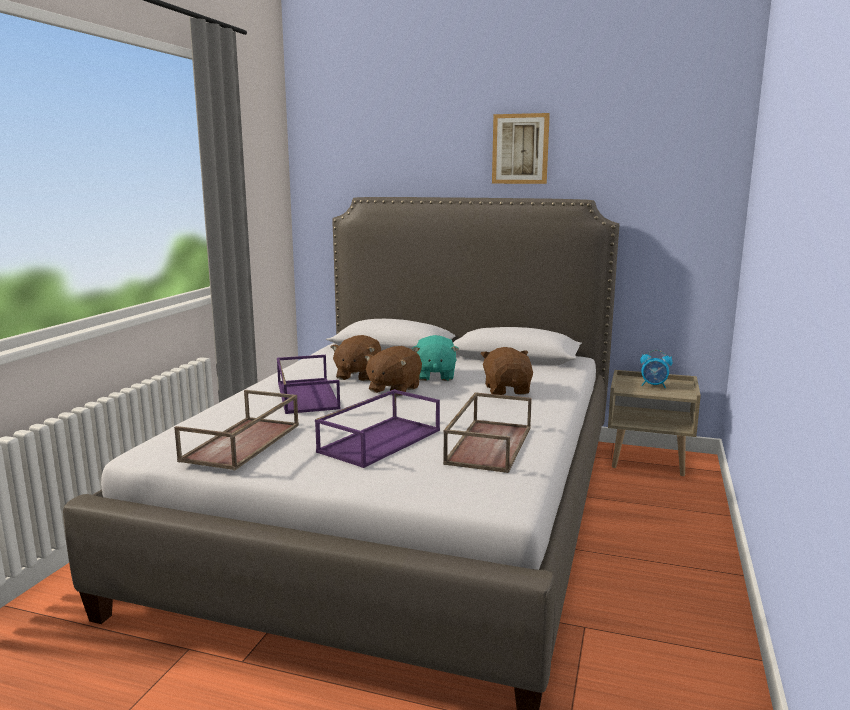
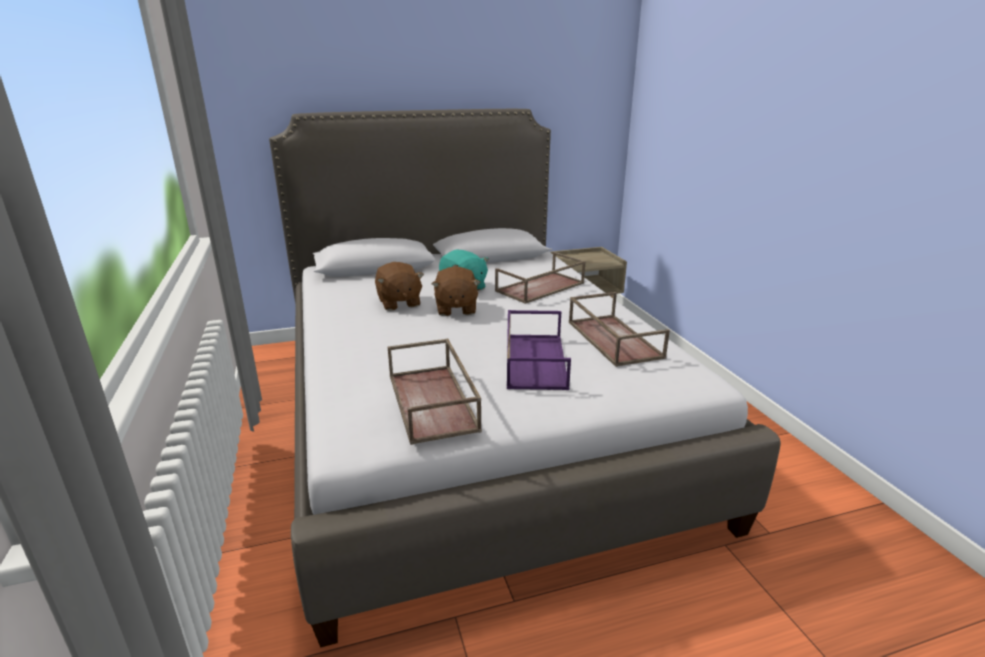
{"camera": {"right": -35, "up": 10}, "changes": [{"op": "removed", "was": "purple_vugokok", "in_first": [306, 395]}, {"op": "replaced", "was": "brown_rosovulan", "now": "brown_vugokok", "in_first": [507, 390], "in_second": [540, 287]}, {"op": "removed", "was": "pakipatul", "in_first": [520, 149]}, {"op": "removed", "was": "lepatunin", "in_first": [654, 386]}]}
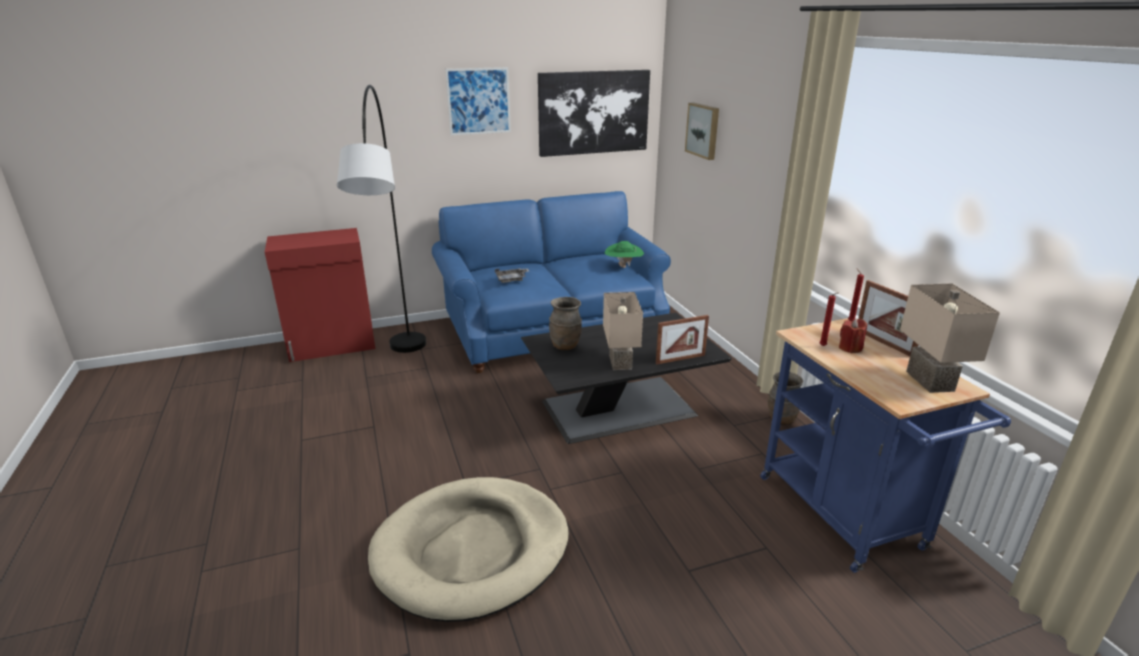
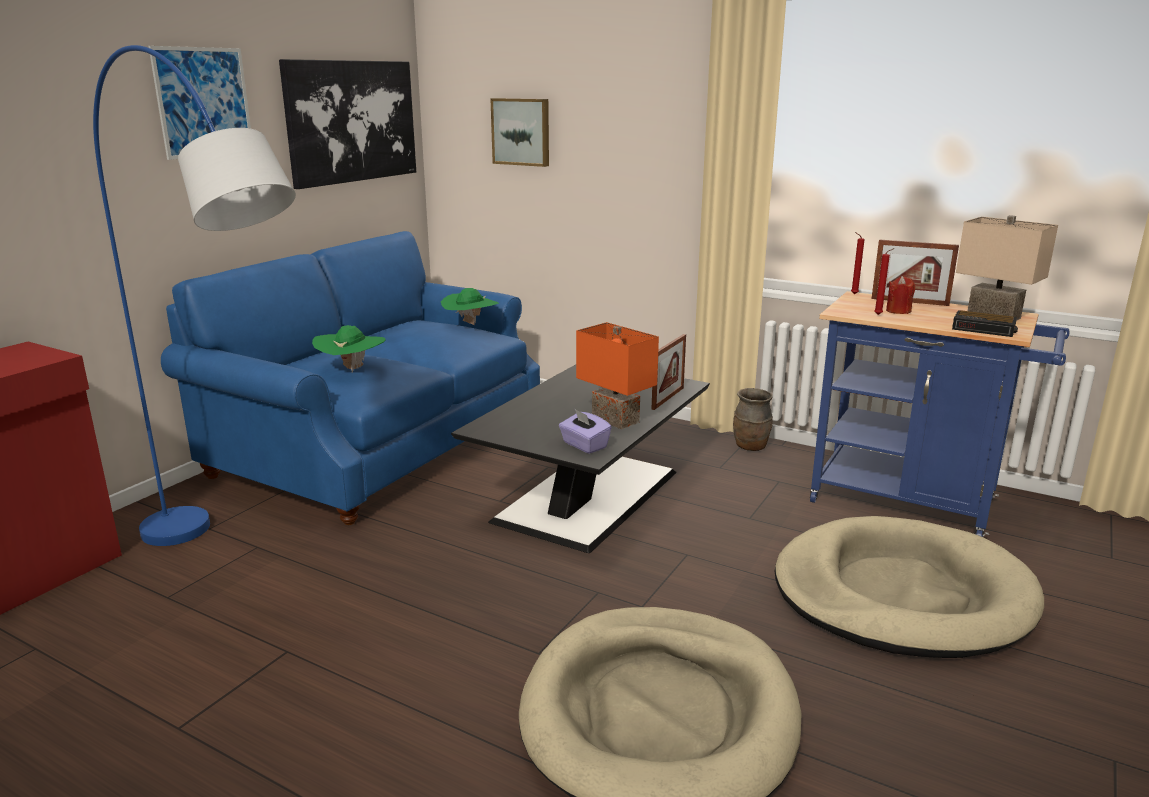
{"camera": {"right": -40, "up": -5}, "changes": [{"op": "recoloured", "was": "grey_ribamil", "now": "blue_ribamil", "in_first": [403, 377], "in_second": [237, 573]}, {"op": "replaced", "was": "grey_vugokok", "now": "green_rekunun", "in_first": [511, 280], "in_second": [352, 369]}, {"op": "removed", "was": "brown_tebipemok", "in_first": [565, 346]}, {"op": "recoloured", "was": "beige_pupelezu", "now": "orange_pupelezu", "in_first": [618, 362], "in_second": [613, 420]}, {"op": "added", "now": "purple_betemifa", "in_second": [584, 445]}, {"op": "added", "now": "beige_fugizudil", "in_second": [901, 594]}, {"op": "added", "now": "lepatunin", "in_second": [985, 329]}]}
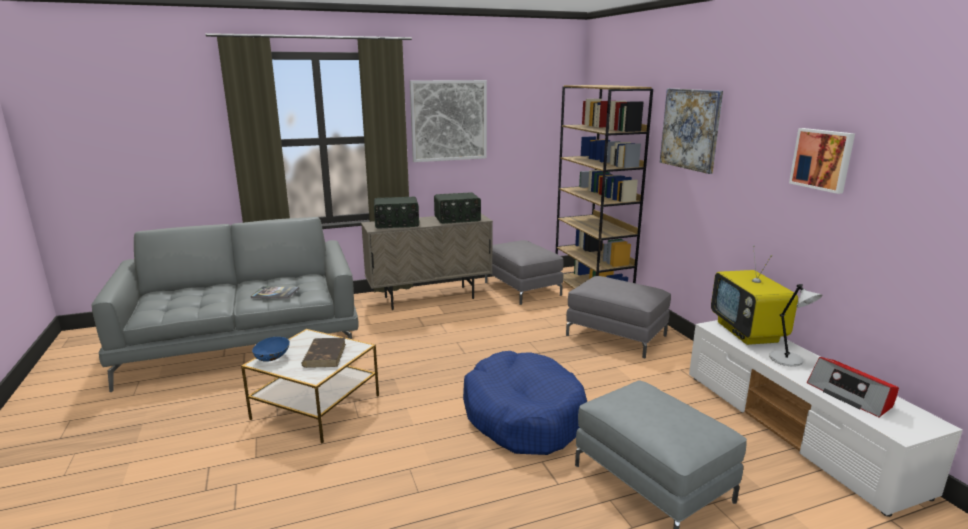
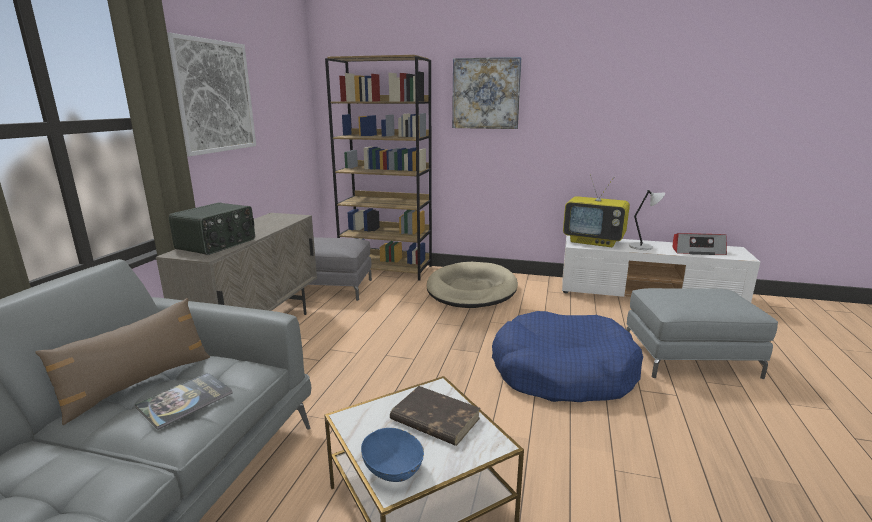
{"camera": {"right": -55, "up": 0}, "changes": [{"op": "removed", "was": "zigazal", "in_first": [457, 219]}, {"op": "replaced", "was": "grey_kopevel", "now": "beige_fugizudil", "in_first": [616, 335], "in_second": [471, 289]}, {"op": "removed", "was": "pakipatul", "in_first": [822, 159]}, {"op": "added", "now": "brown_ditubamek", "in_second": [138, 383]}]}
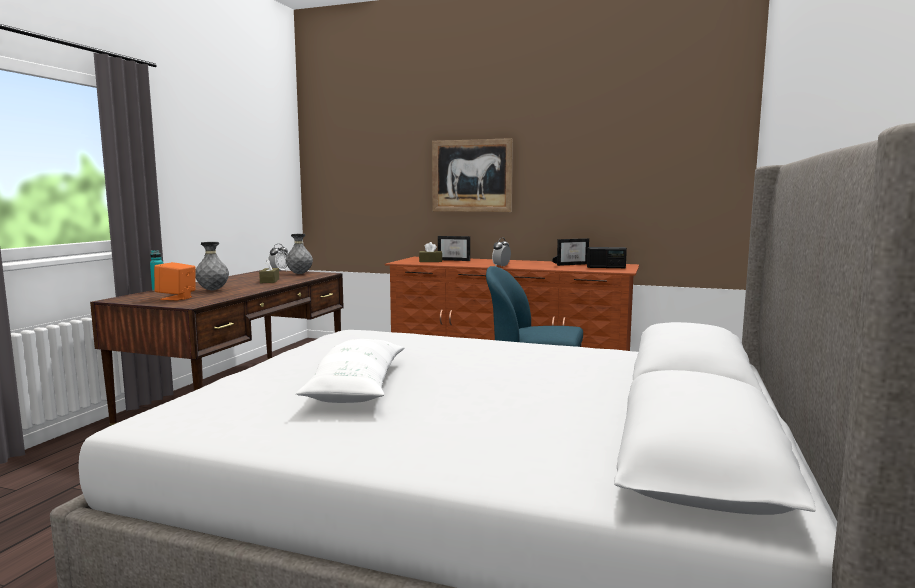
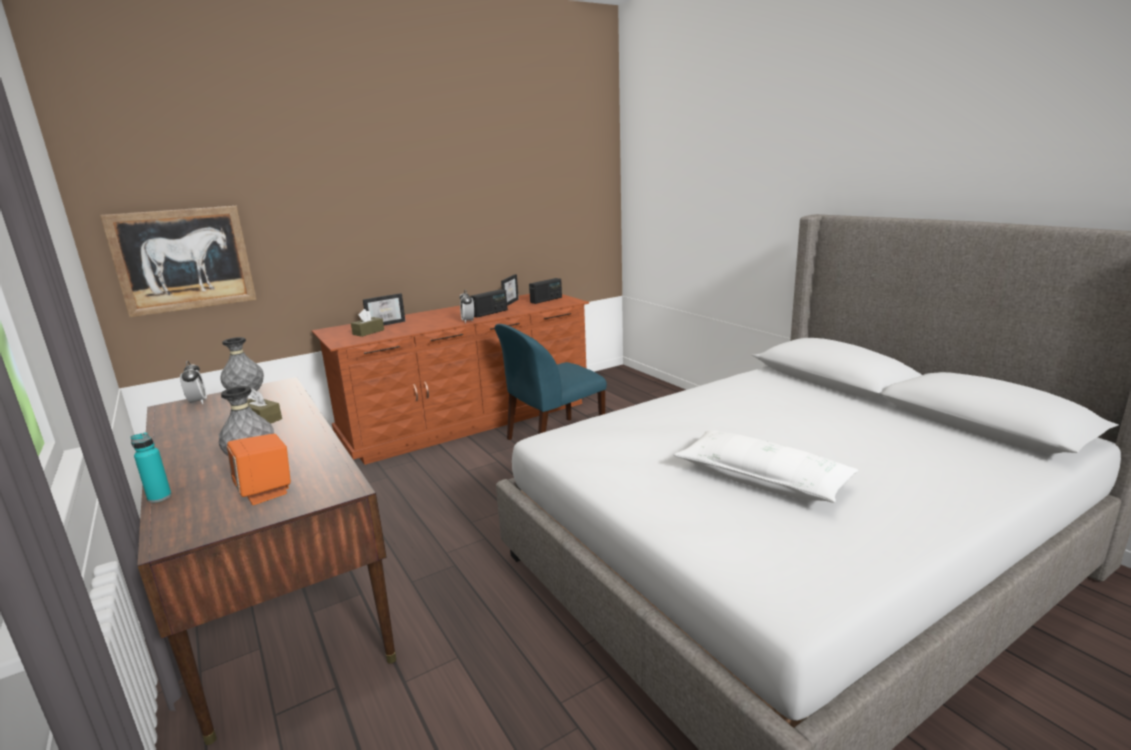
{"camera": {"right": -50, "up": 10}, "changes": [{"op": "moved", "was": "pakipatul", "in_first": [472, 176], "in_second": [183, 260]}, {"op": "added", "now": "zigazal", "in_second": [490, 313]}]}
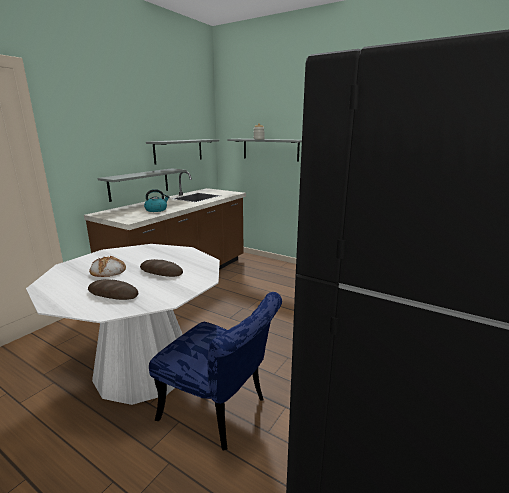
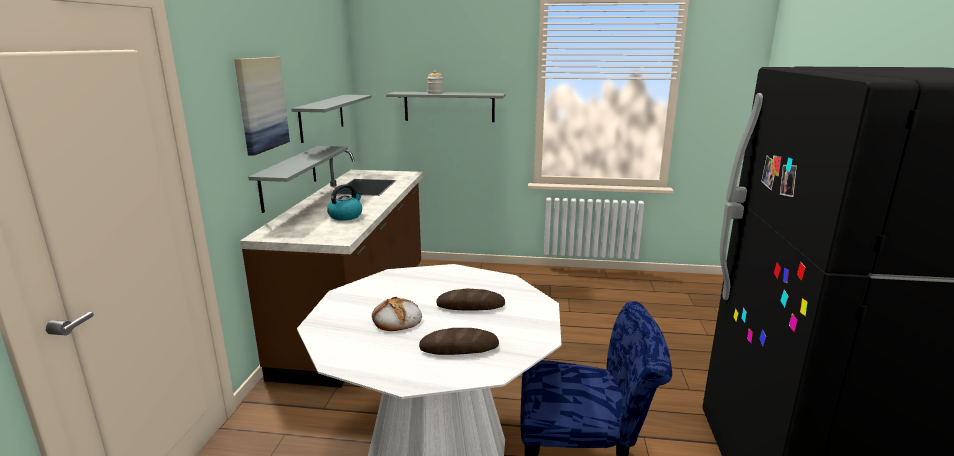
{"camera": {"right": -25, "up": 0}, "changes": [{"op": "added", "now": "pakipatul", "in_second": [261, 104]}]}
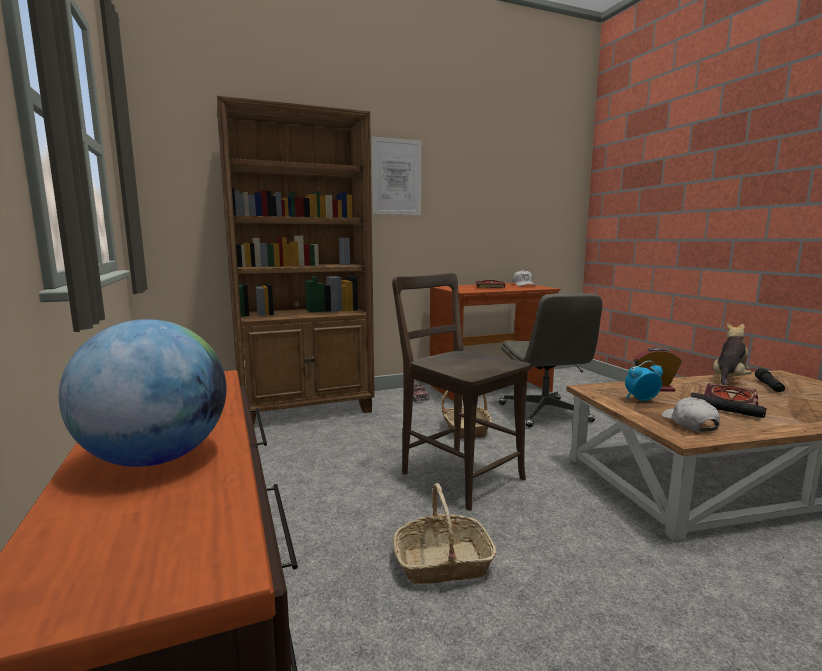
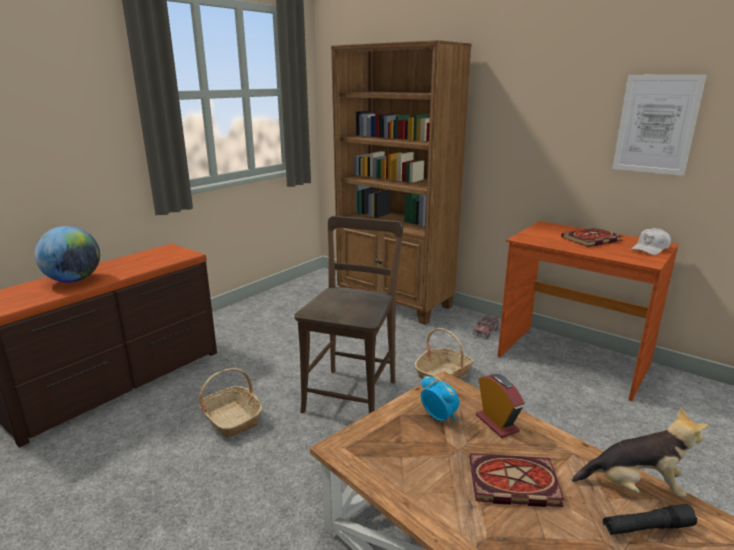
{"camera": {"right": 60, "up": 10}, "changes": [{"op": "moved", "was": "pakipatul", "in_first": [396, 177], "in_second": [656, 124]}, {"op": "removed", "was": "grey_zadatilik", "in_first": [545, 413]}, {"op": "removed", "was": "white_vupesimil", "in_first": [689, 423]}, {"op": "removed", "was": "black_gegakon", "in_first": [725, 412]}]}
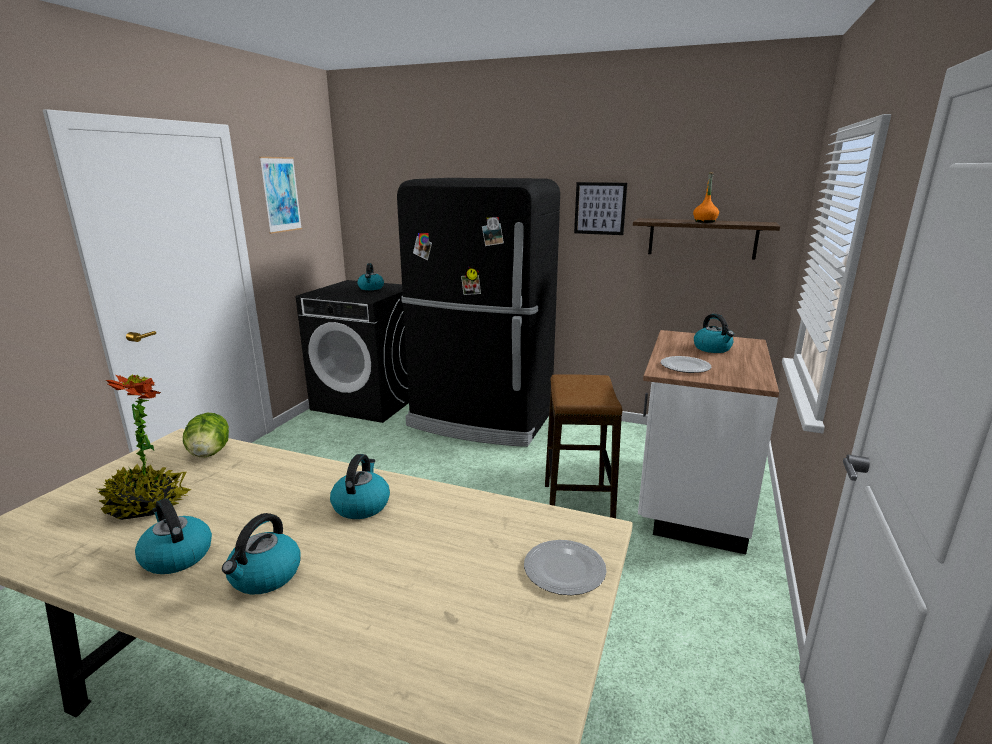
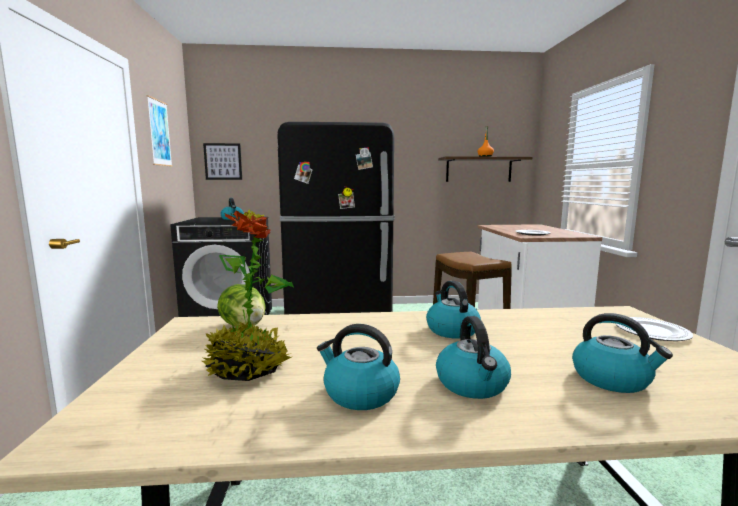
{"camera": {"right": -25, "up": -10}, "changes": [{"op": "moved", "was": "pakipatul", "in_first": [600, 208], "in_second": [223, 161]}, {"op": "moved", "was": "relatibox", "in_first": [712, 348], "in_second": [612, 379]}]}
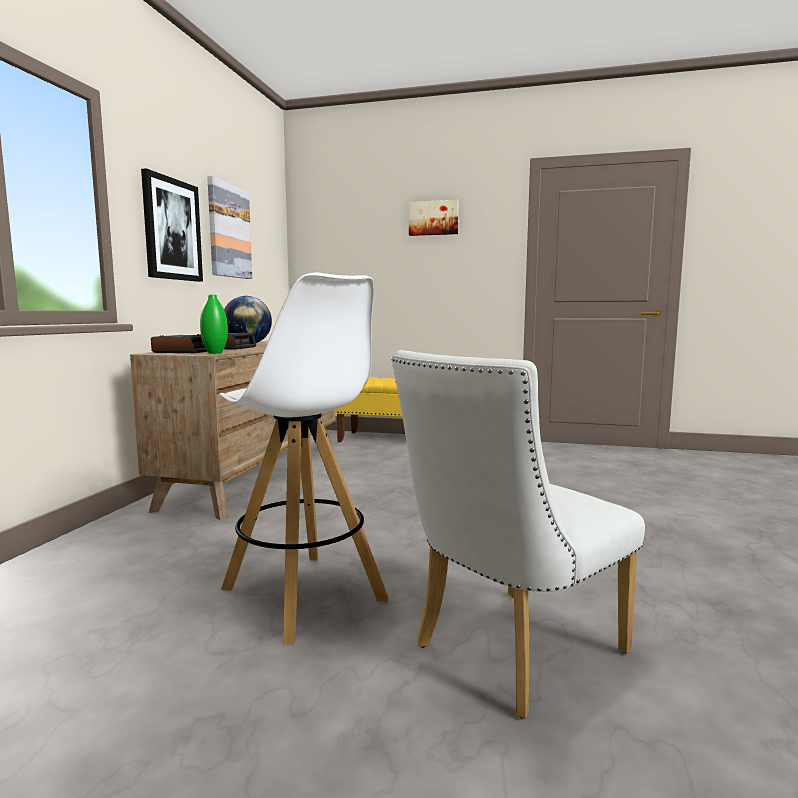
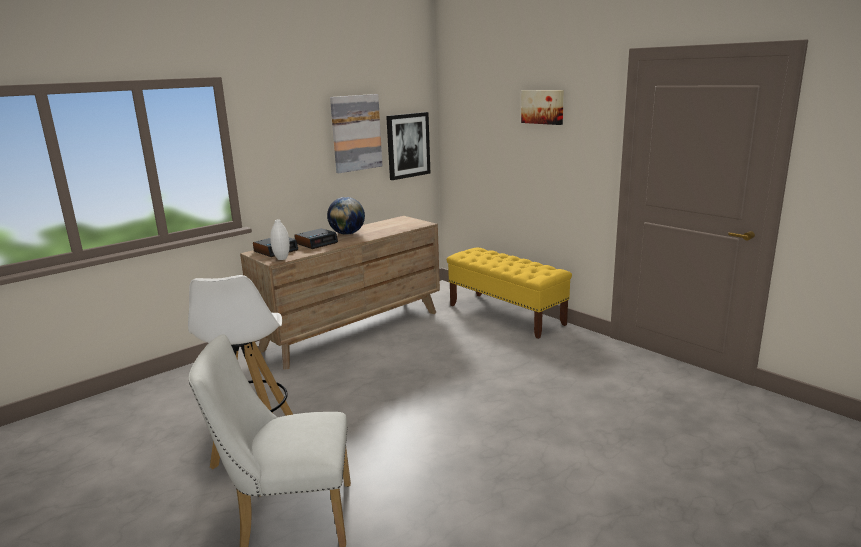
{"camera": {"right": 35, "up": 10}, "changes": [{"op": "moved", "was": "pakipatul", "in_first": [172, 229], "in_second": [408, 145]}, {"op": "recoloured", "was": "green_tebipemok", "now": "white_tebipemok", "in_first": [215, 353], "in_second": [282, 258]}]}
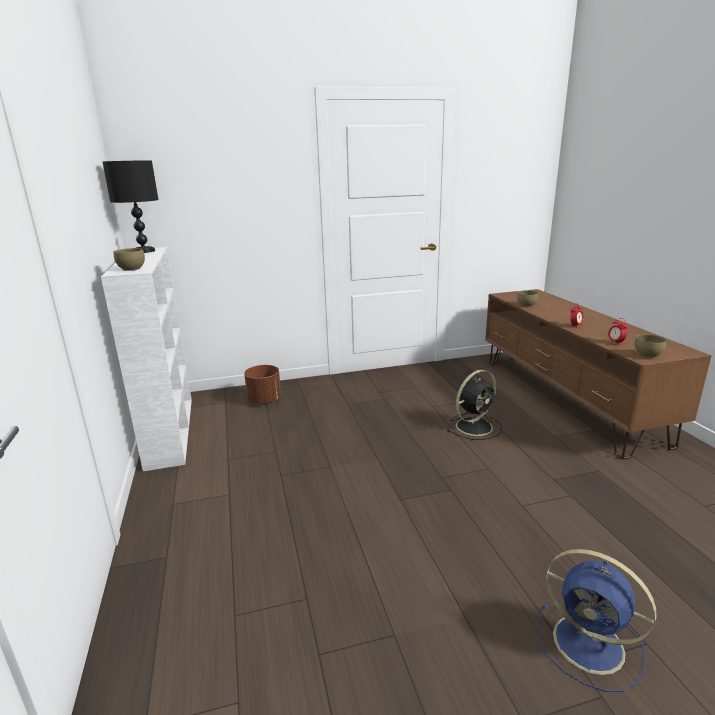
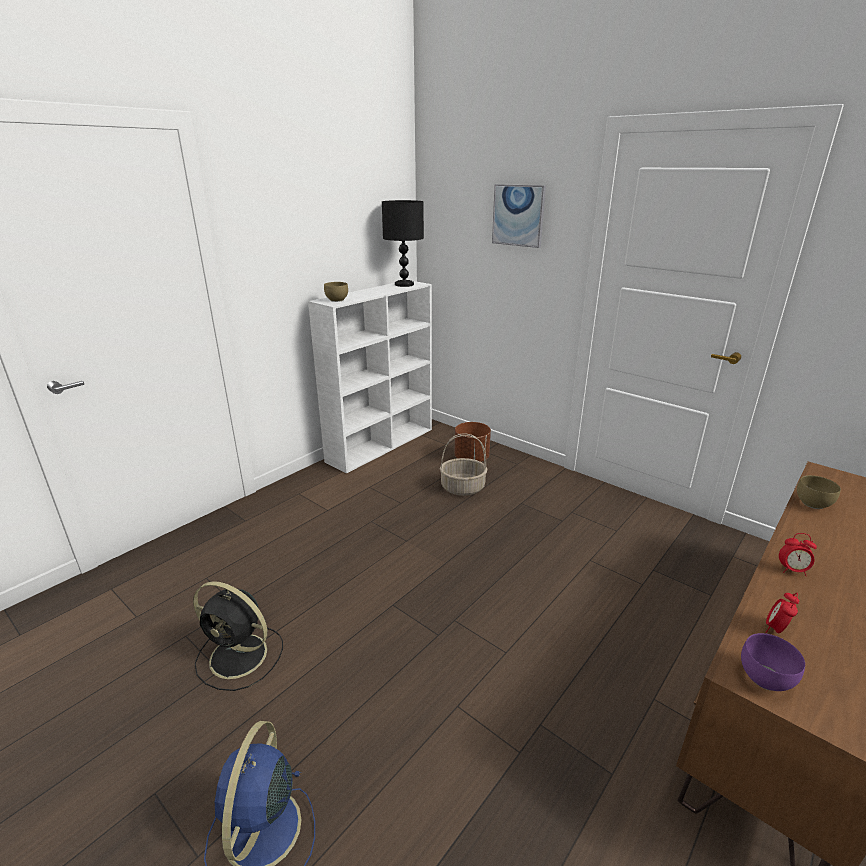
{"camera": {"right": 55, "up": 5}, "changes": [{"op": "moved", "was": "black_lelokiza", "in_first": [475, 426], "in_second": [240, 656]}, {"op": "recoloured", "was": "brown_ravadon", "now": "purple_ravadon", "in_first": [646, 355], "in_second": [762, 677]}, {"op": "added", "now": "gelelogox", "in_second": [463, 487]}, {"op": "added", "now": "pakipatul", "in_second": [518, 215]}]}
